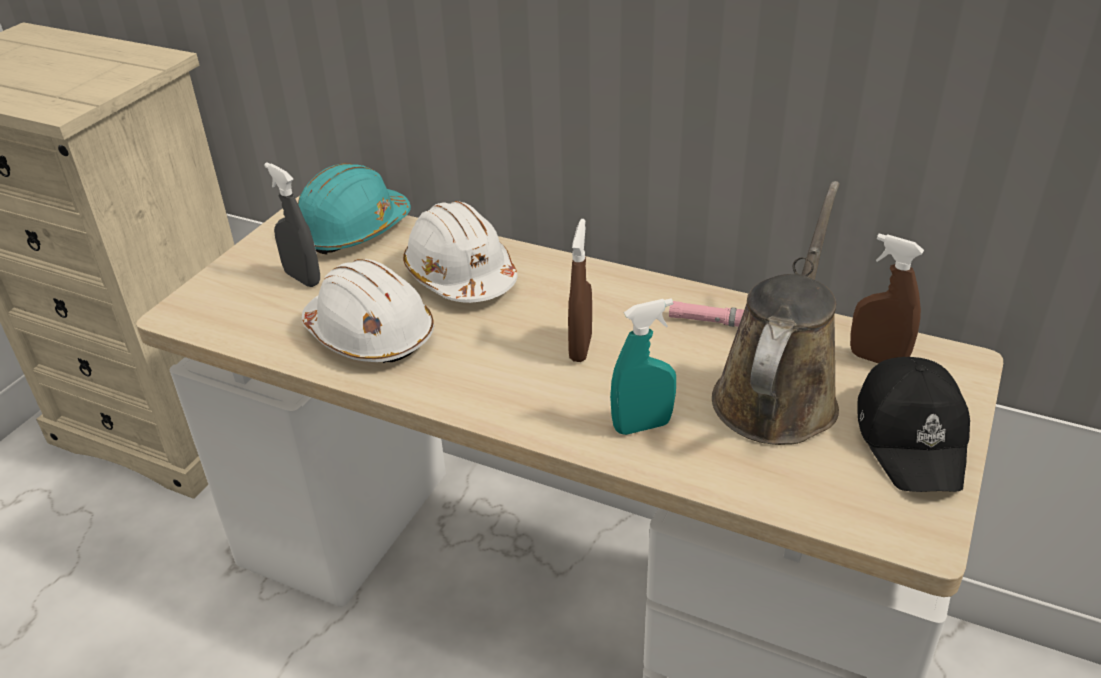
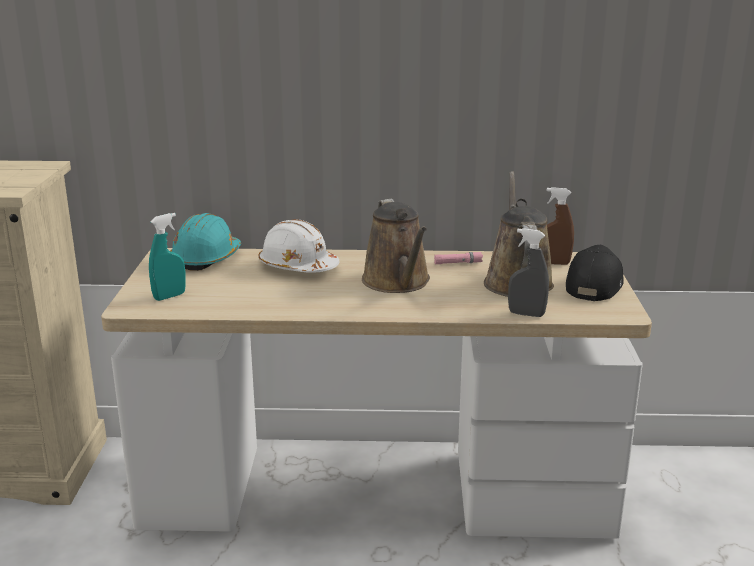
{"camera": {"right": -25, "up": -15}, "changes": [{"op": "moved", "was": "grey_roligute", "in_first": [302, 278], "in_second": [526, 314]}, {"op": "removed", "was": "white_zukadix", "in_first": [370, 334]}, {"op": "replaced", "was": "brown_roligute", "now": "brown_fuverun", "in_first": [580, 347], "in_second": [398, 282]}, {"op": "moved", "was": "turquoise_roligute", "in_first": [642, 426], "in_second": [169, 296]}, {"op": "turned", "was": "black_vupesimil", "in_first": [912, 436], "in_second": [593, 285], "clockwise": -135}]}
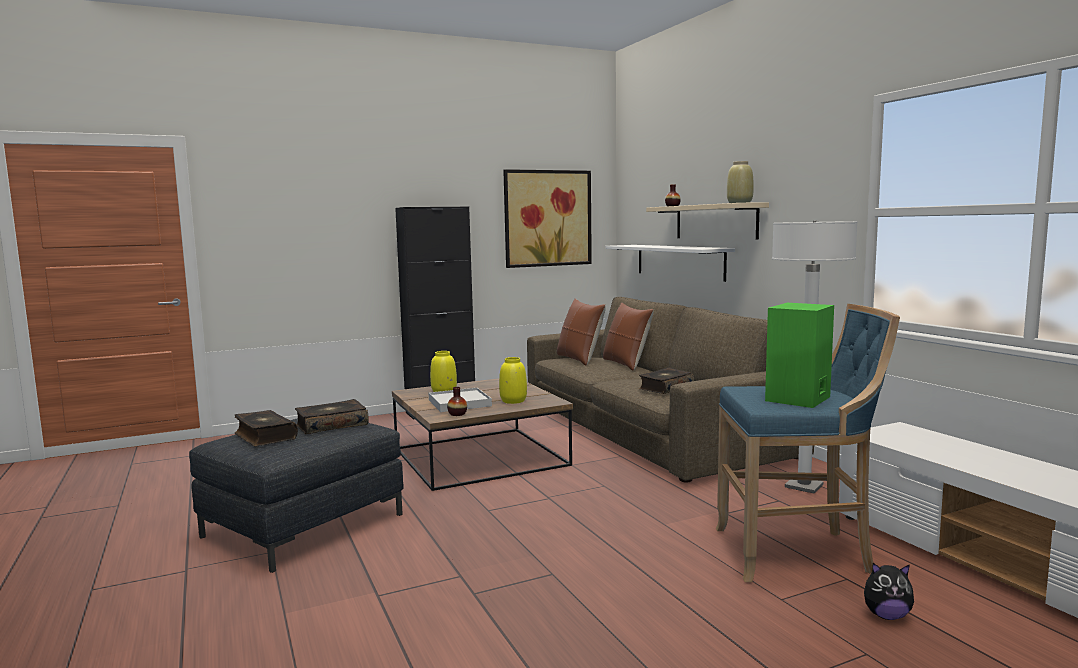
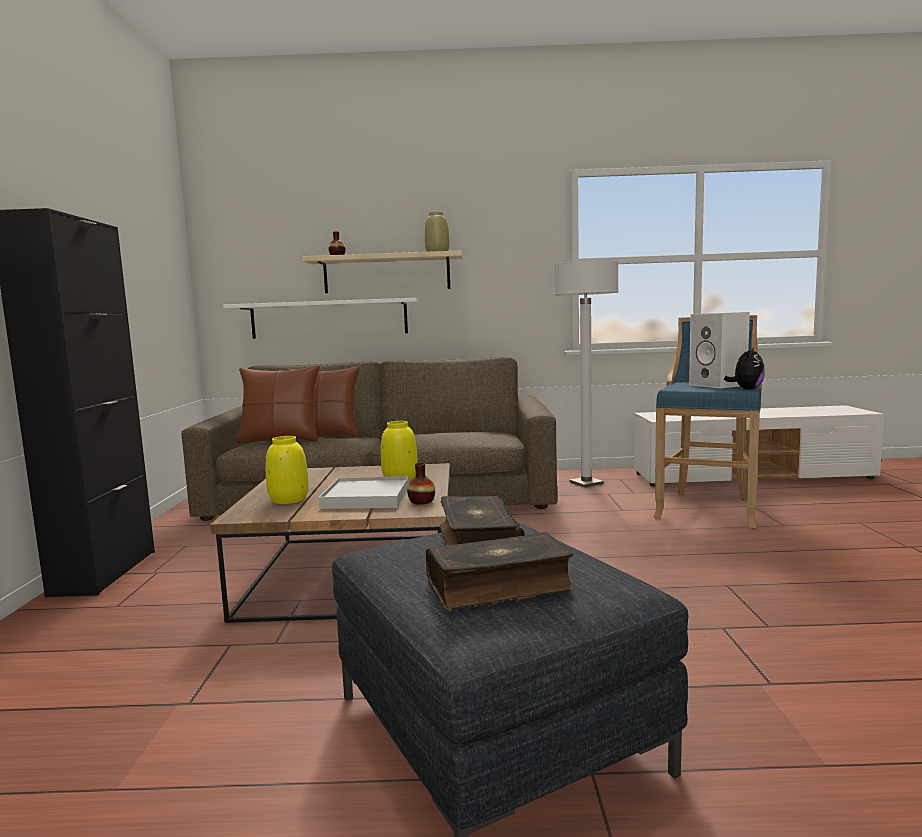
{"camera": {"right": -65, "up": 0}, "changes": [{"op": "removed", "was": "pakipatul", "in_first": [547, 218]}, {"op": "removed", "was": "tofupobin", "in_first": [665, 388]}, {"op": "recoloured", "was": "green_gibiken", "now": "white_gibiken", "in_first": [798, 399], "in_second": [719, 385]}, {"op": "moved", "was": "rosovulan", "in_first": [886, 615], "in_second": [746, 389]}]}
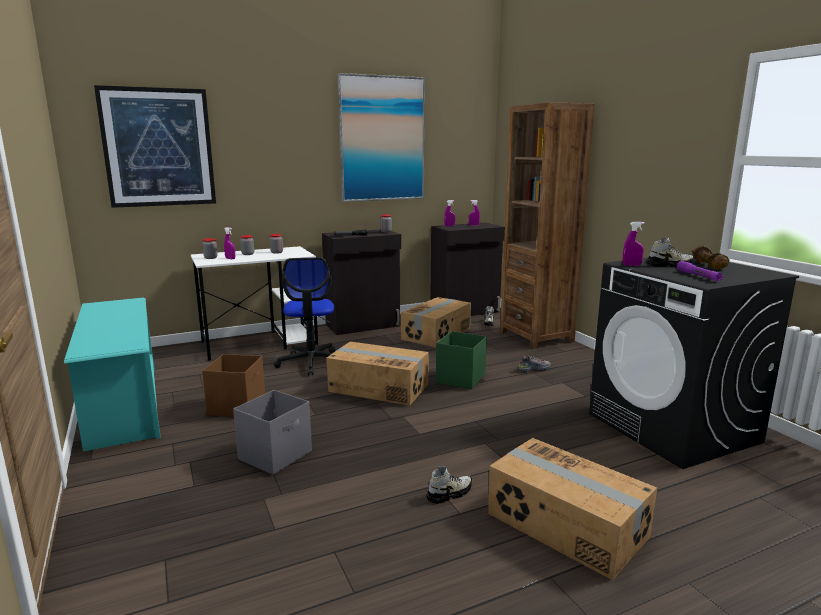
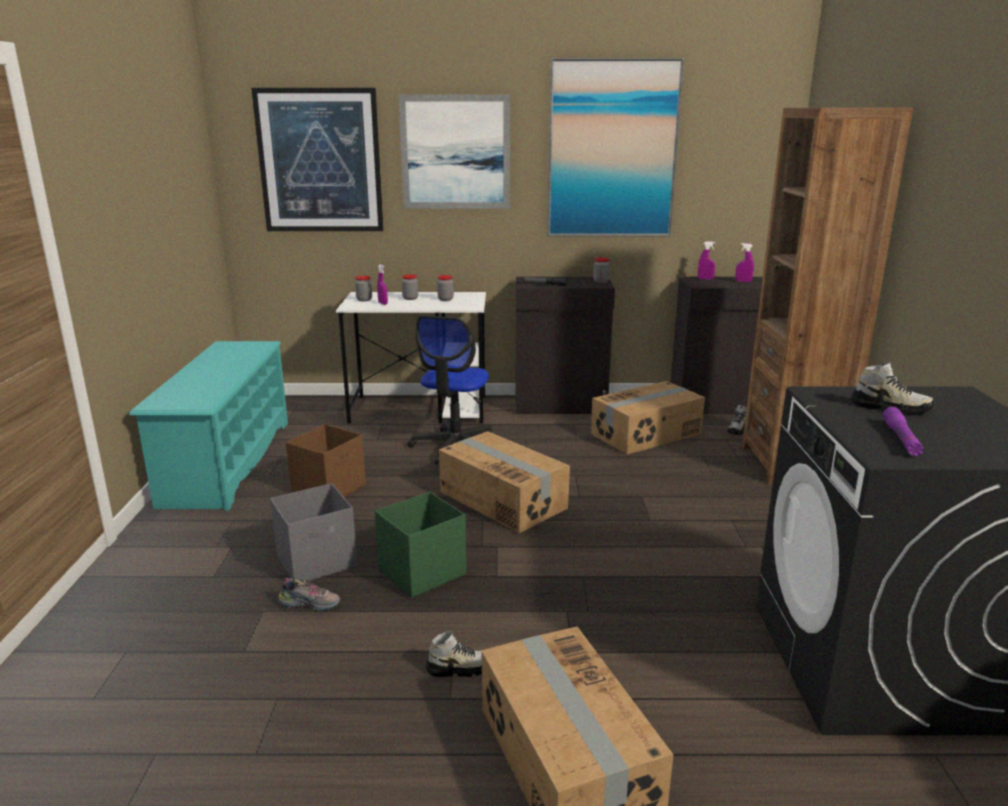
{"camera": {"right": 25, "up": 5}, "changes": [{"op": "moved", "was": "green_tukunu", "in_first": [460, 379], "in_second": [421, 573]}, {"op": "moved", "was": "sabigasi", "in_first": [533, 369], "in_second": [311, 604]}, {"op": "removed", "was": "purple_roligute", "in_first": [631, 265]}, {"op": "removed", "was": "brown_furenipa", "in_first": [709, 265]}, {"op": "added", "now": "pakipatul", "in_second": [455, 152]}]}
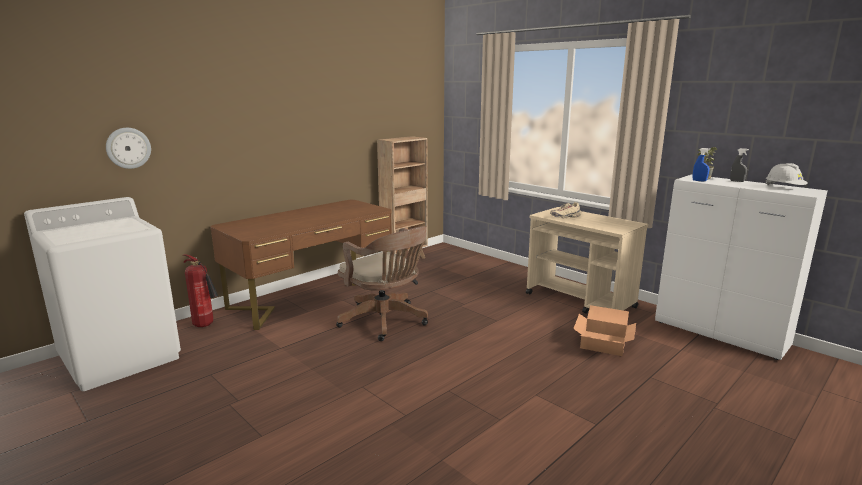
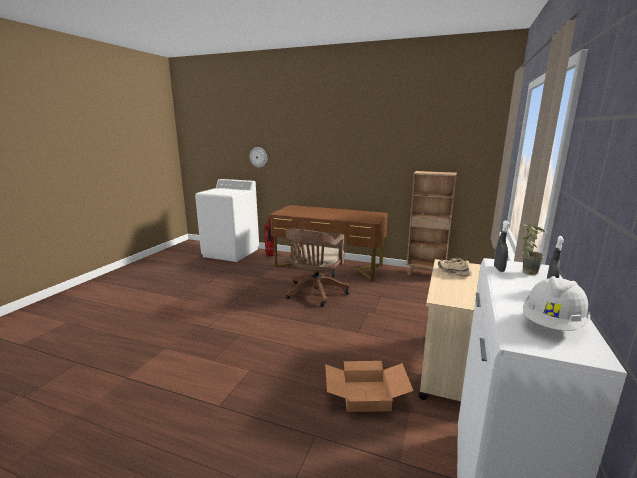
{"camera": {"right": 65, "up": 0}, "changes": [{"op": "recoloured", "was": "blue_roligute", "now": "grey_roligute", "in_first": [699, 181], "in_second": [499, 269]}]}
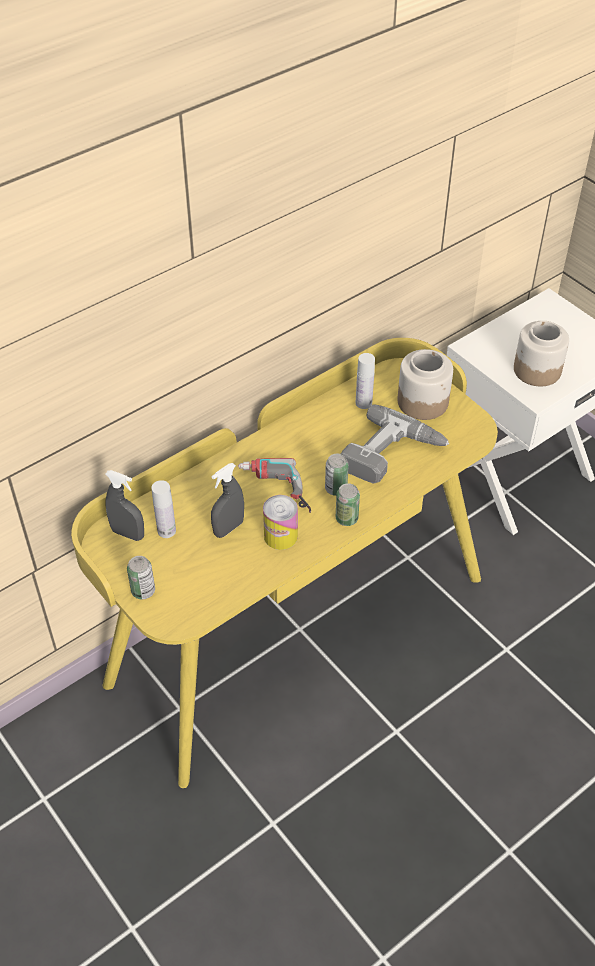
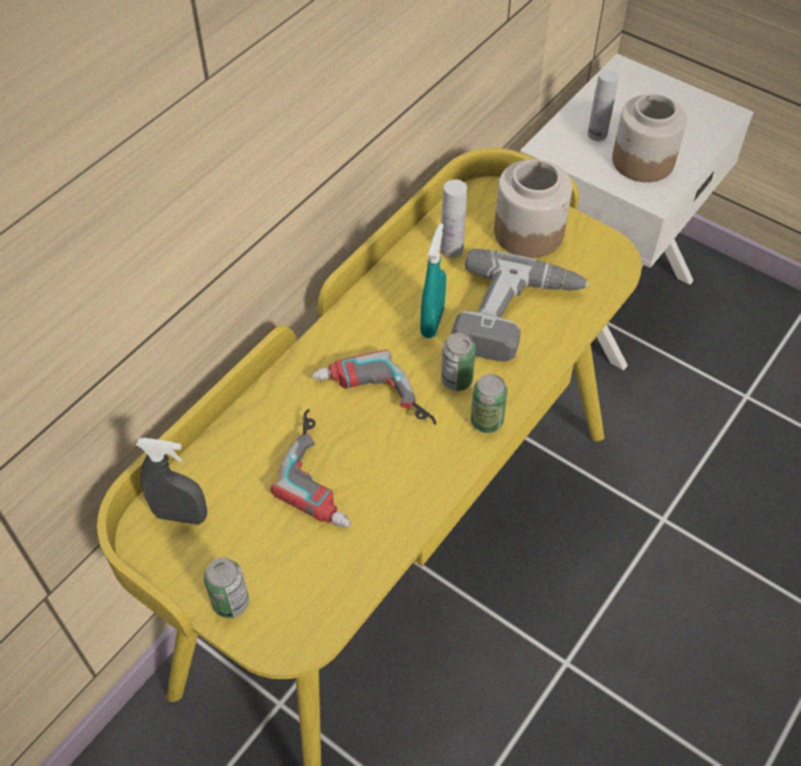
{"camera": {"right": -15, "up": 5}, "changes": [{"op": "moved", "was": "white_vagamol", "in_first": [166, 531], "in_second": [597, 134]}, {"op": "replaced", "was": "grey_roligute", "now": "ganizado", "in_first": [228, 528], "in_second": [326, 473]}, {"op": "removed", "was": "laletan", "in_first": [280, 536]}, {"op": "added", "now": "turquoise_roligute", "in_second": [432, 322]}]}
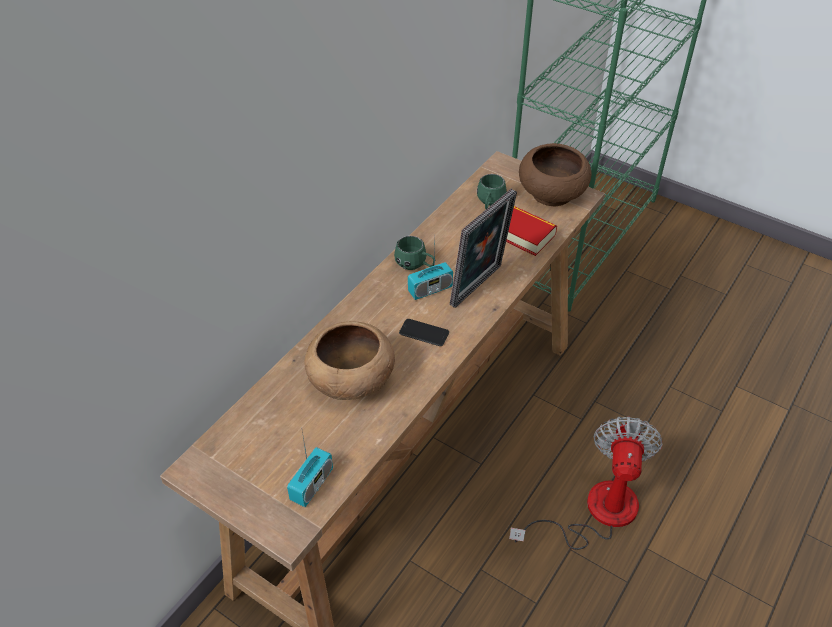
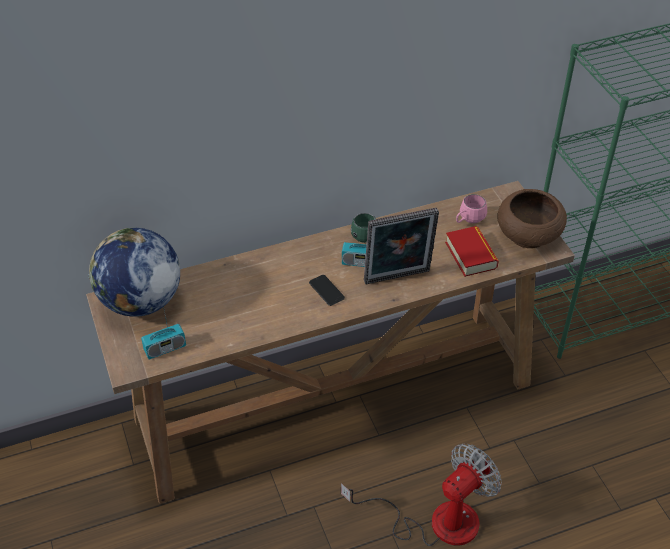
{"camera": {"right": 35, "up": 0}, "changes": [{"op": "removed", "was": "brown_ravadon", "in_first": [350, 380]}, {"op": "recoloured", "was": "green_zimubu", "now": "pink_zimubu", "in_first": [489, 204], "in_second": [468, 220]}, {"op": "added", "now": "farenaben", "in_second": [140, 302]}]}
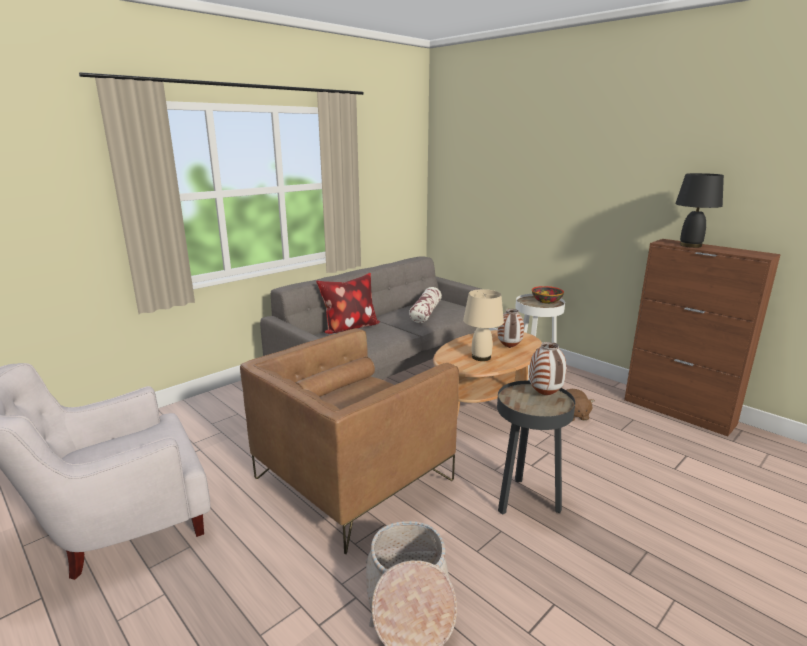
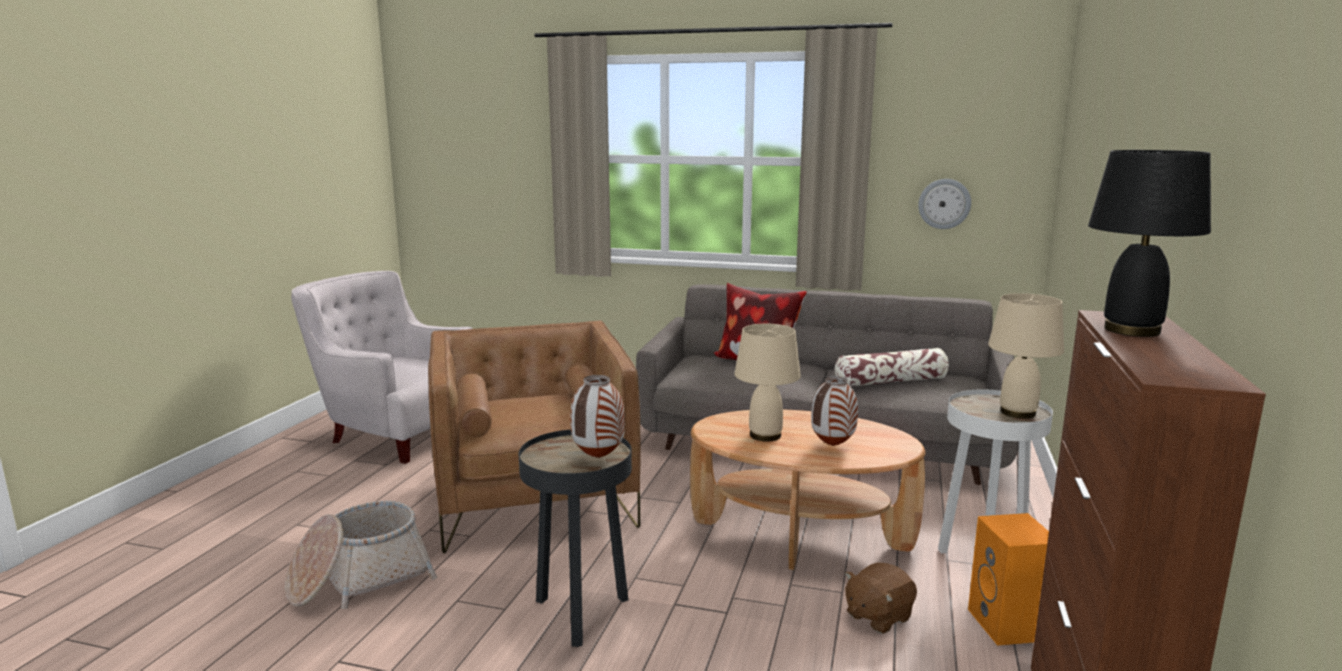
{"camera": {"right": 60, "up": -5}, "changes": [{"op": "turned", "was": "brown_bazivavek", "in_first": [353, 480], "in_second": [534, 498], "clockwise": 60}, {"op": "replaced", "was": "ravadon", "now": "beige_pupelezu", "in_first": [546, 301], "in_second": [1018, 413]}, {"op": "added", "now": "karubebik", "in_second": [944, 204]}, {"op": "added", "now": "orange_gibiken", "in_second": [1009, 625]}]}
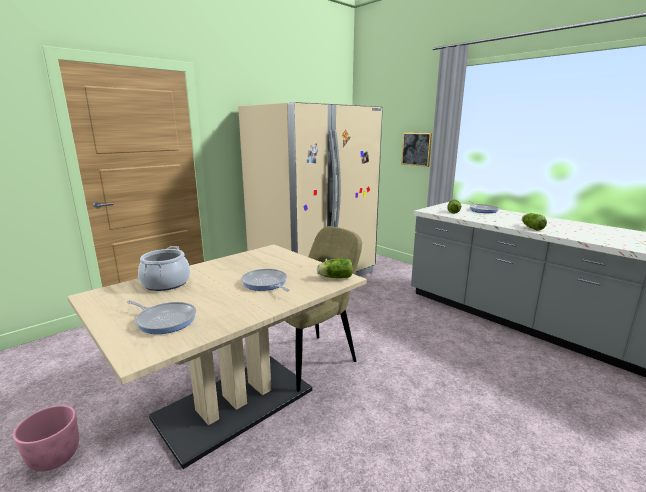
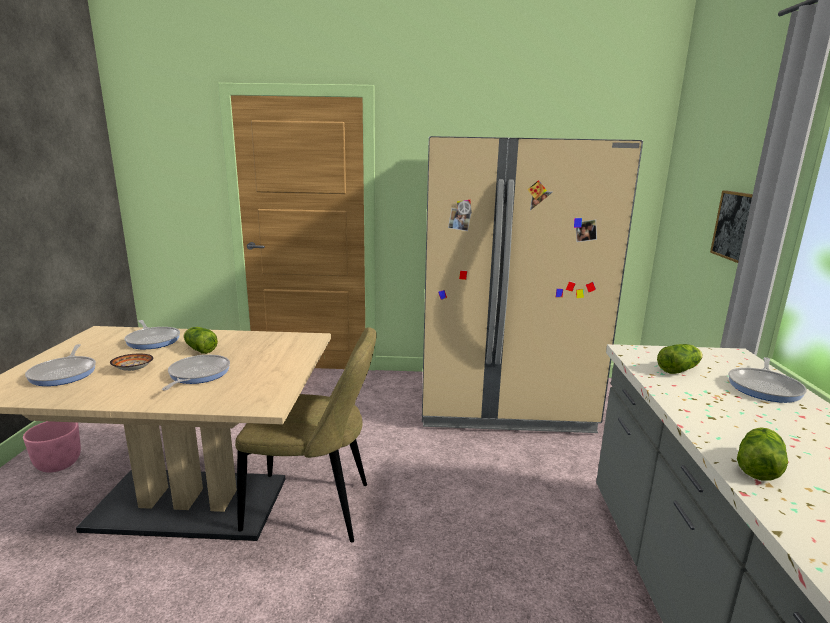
{"camera": {"right": 45, "up": 0}, "changes": [{"op": "replaced", "was": "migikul", "now": "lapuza", "in_first": [166, 283], "in_second": [153, 340]}, {"op": "moved", "was": "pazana", "in_first": [334, 277], "in_second": [199, 349]}, {"op": "added", "now": "ravadon", "in_second": [133, 369]}]}
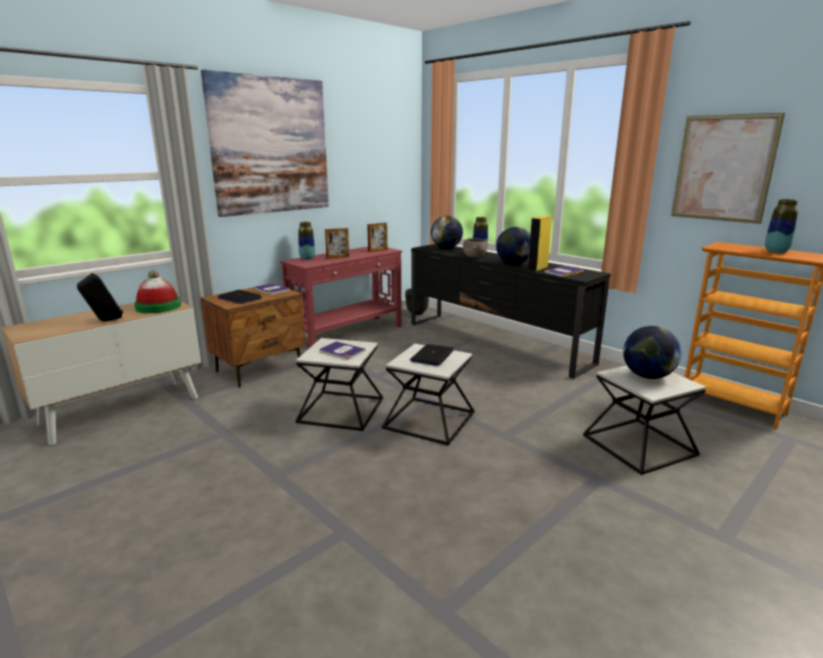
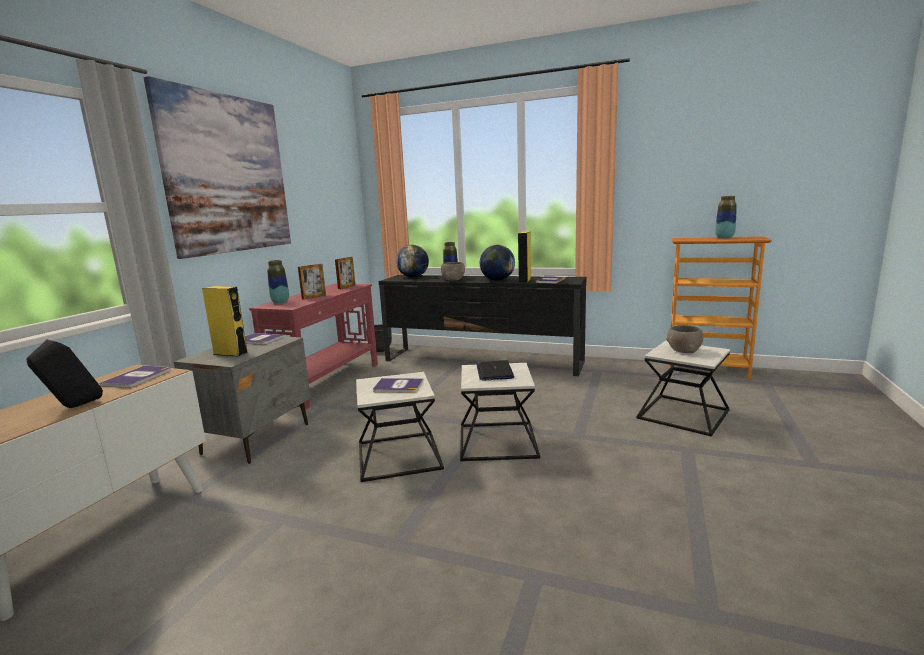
{"camera": {"right": -25, "up": -5}, "changes": [{"op": "replaced", "was": "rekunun", "now": "tofupobin", "in_first": [158, 307], "in_second": [138, 377]}, {"op": "recoloured", "was": "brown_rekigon", "now": "grey_rekigon", "in_first": [260, 369], "in_second": [258, 438]}, {"op": "replaced", "was": "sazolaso", "now": "yellow_gibiken", "in_first": [239, 298], "in_second": [230, 353]}, {"op": "replaced", "was": "farenaben", "now": "grey_ravadon", "in_first": [647, 376], "in_second": [683, 350]}, {"op": "removed", "was": "pakipatul", "in_first": [723, 168]}]}
